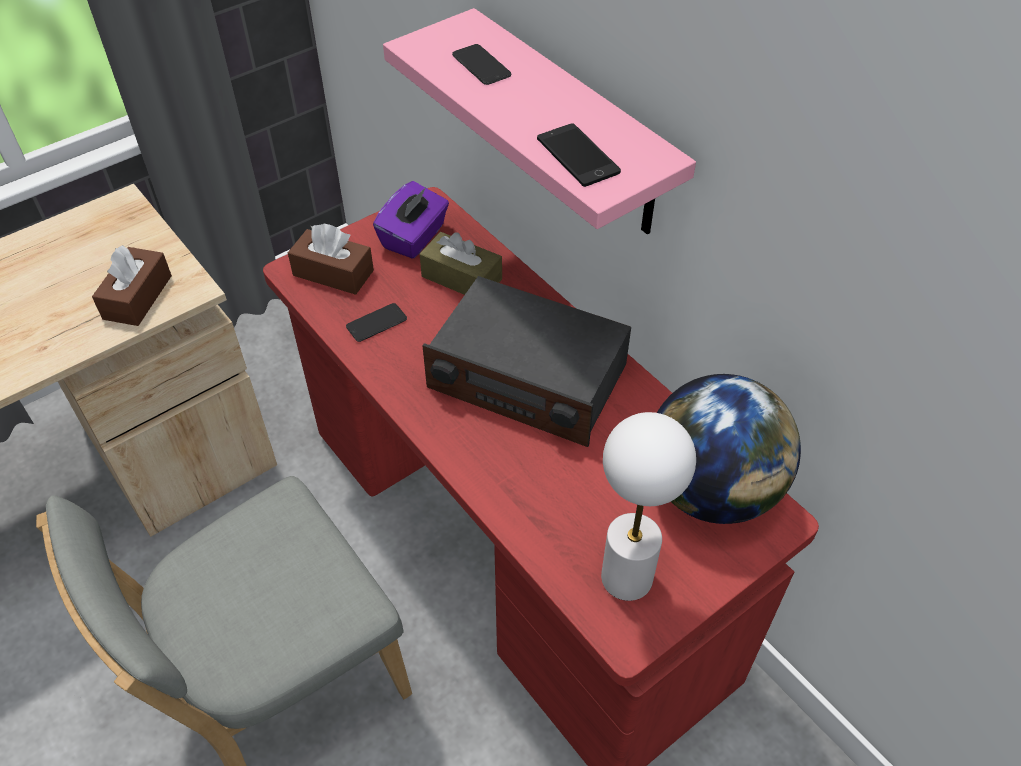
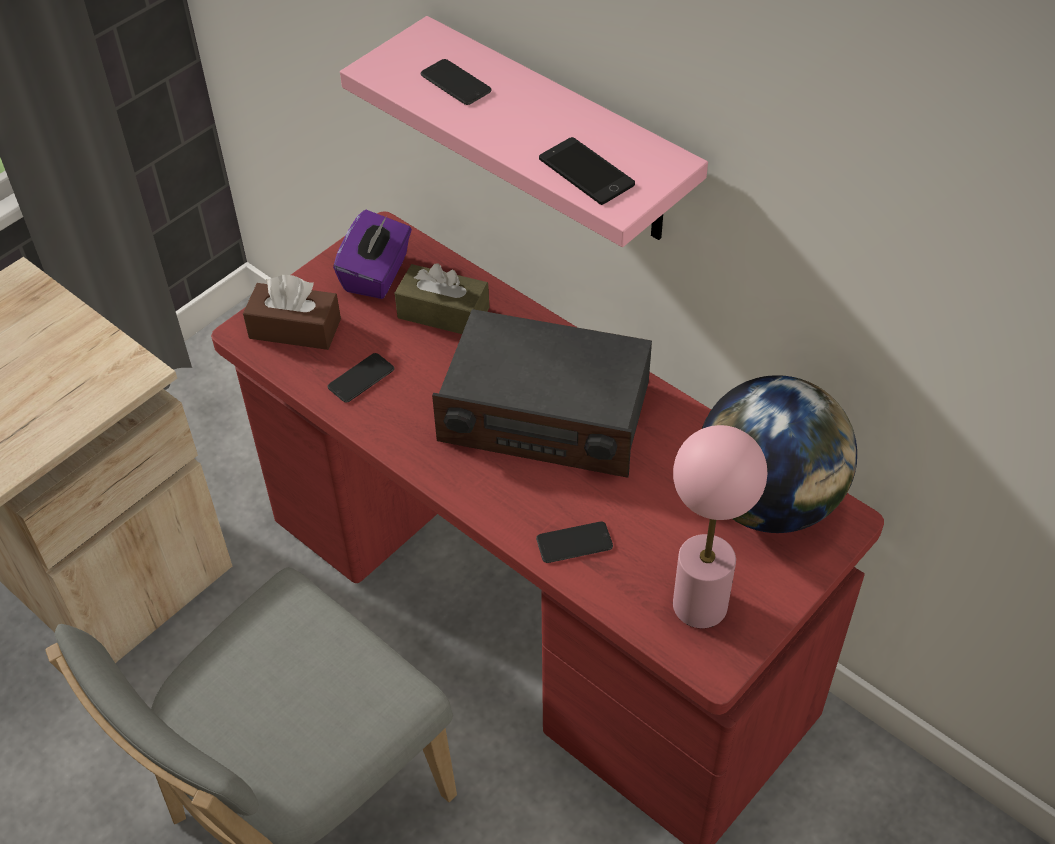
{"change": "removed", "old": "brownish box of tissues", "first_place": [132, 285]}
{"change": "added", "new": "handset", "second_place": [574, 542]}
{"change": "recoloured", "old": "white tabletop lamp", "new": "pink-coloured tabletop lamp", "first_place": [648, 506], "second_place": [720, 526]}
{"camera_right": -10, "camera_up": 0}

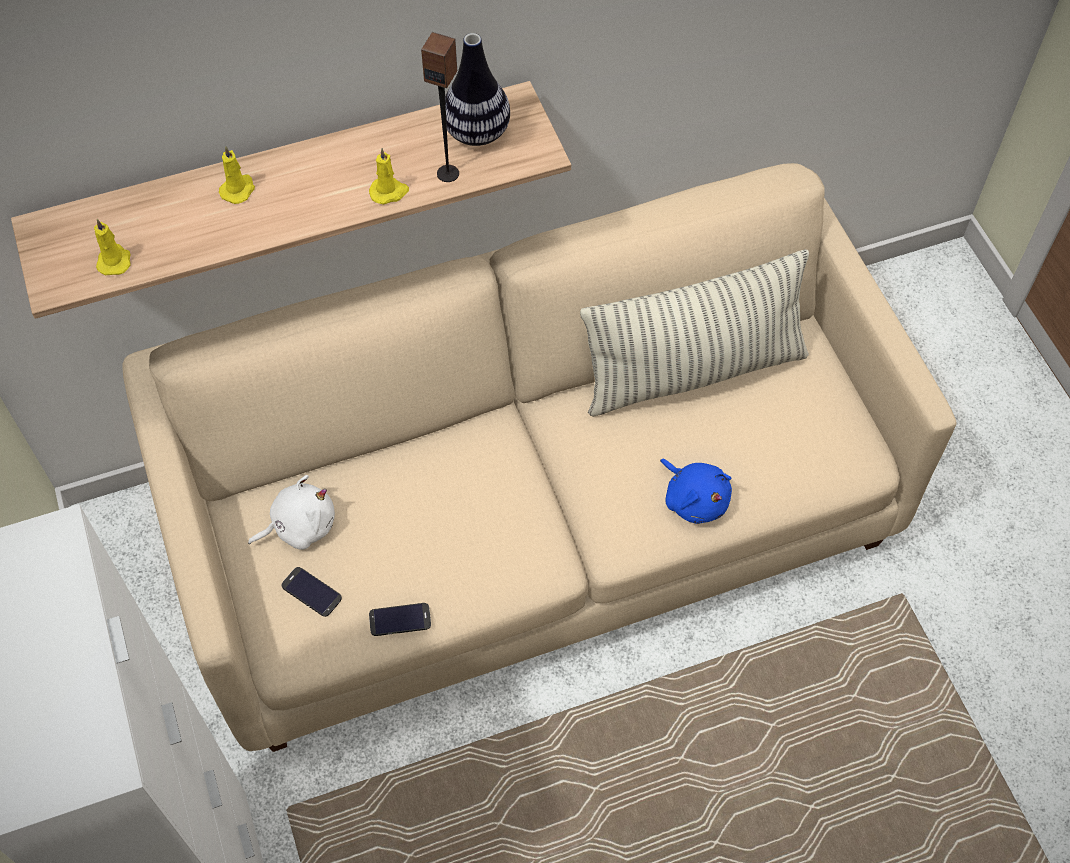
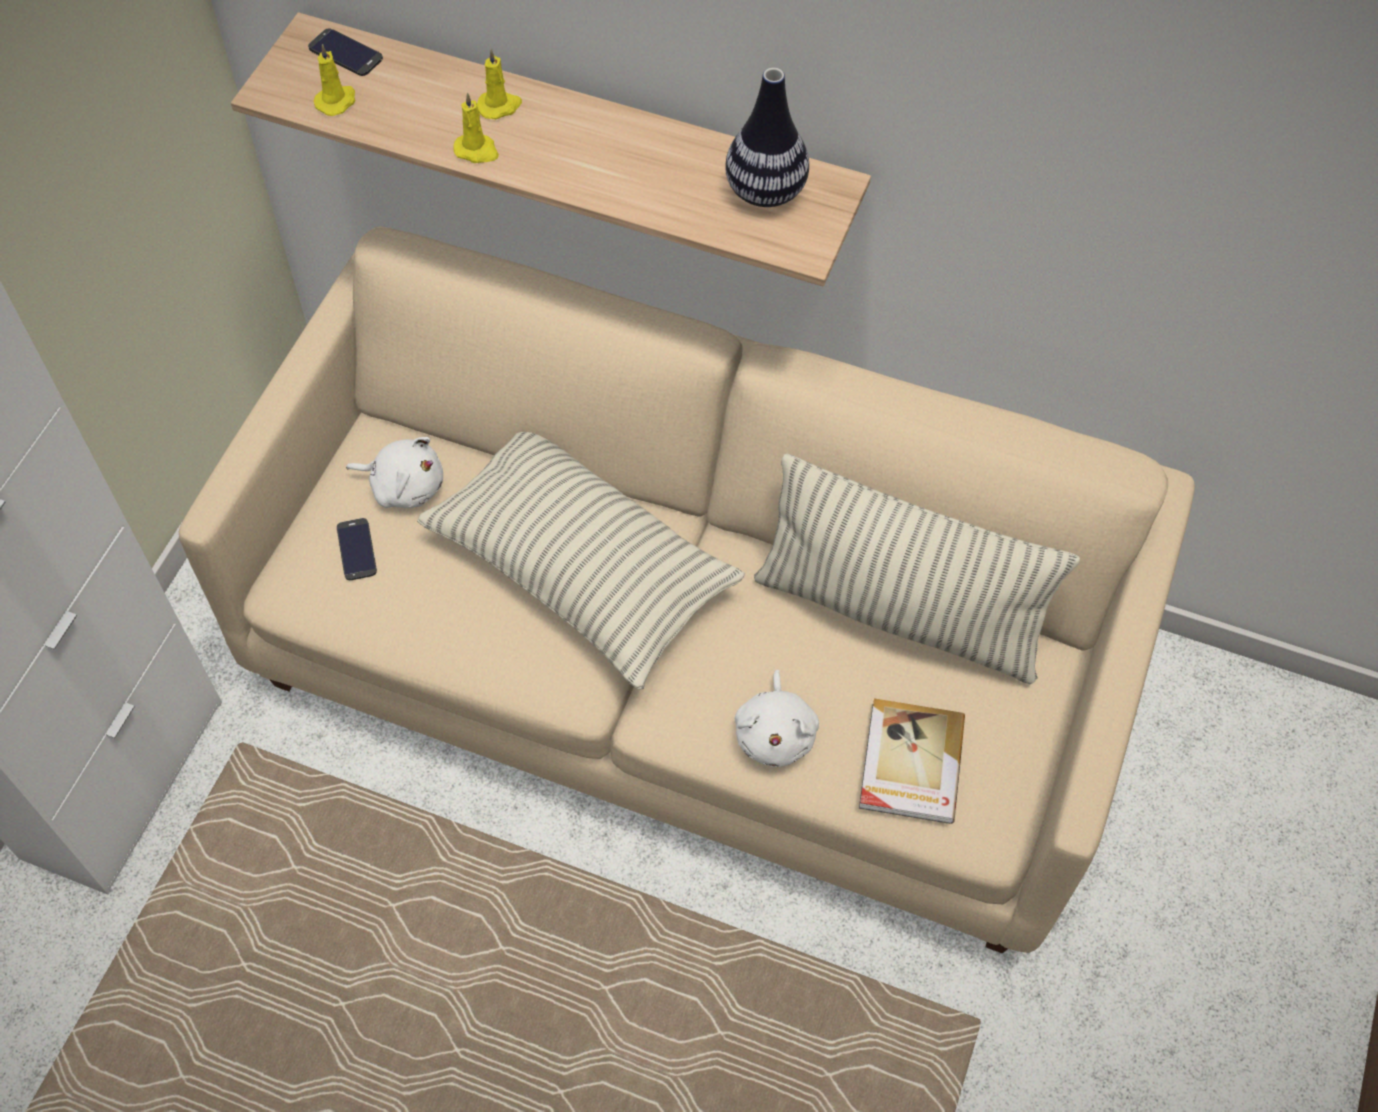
{"change": "removed", "old": "loudspeaker", "first_place": [440, 107]}
{"change": "added", "new": "cushion", "second_place": [581, 561]}
{"change": "added", "new": "volume", "second_place": [912, 761]}
{"change": "moved", "old": "yellowish wax candle", "first_place": [389, 176], "second_place": [476, 128]}
{"change": "moved", "old": "handset", "first_place": [400, 619], "second_place": [345, 52]}
{"change": "recoloured", "old": "bluish plush toy", "new": "white plush toy", "first_place": [696, 491], "second_place": [777, 718]}
{"camera_right": 40, "camera_up": 0}

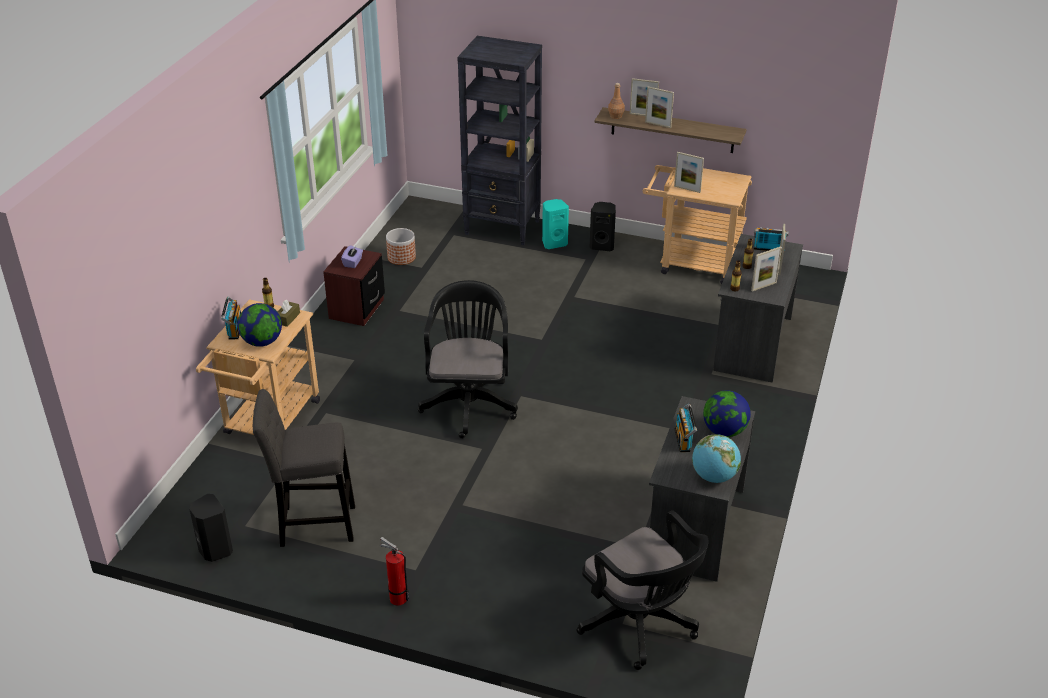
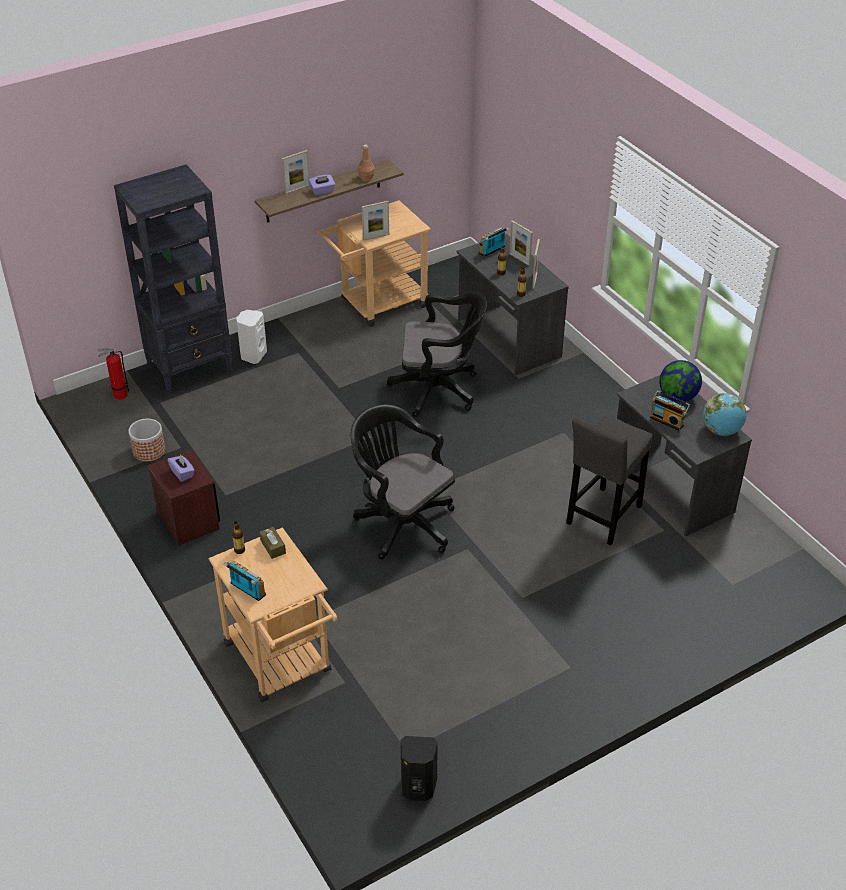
{"change": "removed", "old": "desk globe", "first_place": [259, 325]}
{"change": "removed", "old": "black loudspeaker", "first_place": [603, 226]}
{"change": "moved", "old": "gray sitting stool", "first_place": [304, 468], "second_place": [609, 480]}
{"change": "moved", "old": "extinguisher", "first_place": [394, 571], "second_place": [113, 374]}
{"change": "moved", "old": "black computer chair", "first_place": [643, 590], "second_place": [437, 354]}
{"change": "moved", "old": "brownish bottle", "first_place": [616, 101], "second_place": [366, 163]}
{"change": "replaced", "old": "picture frame", "new": "purple-coloured box of tissues", "first_place": [659, 107], "second_place": [322, 185]}
{"change": "recoloured", "old": "turquoise loudspeaker", "new": "white loudspeaker", "first_place": [555, 224], "second_place": [251, 337]}
{"camera_right": -50, "camera_up": 5}

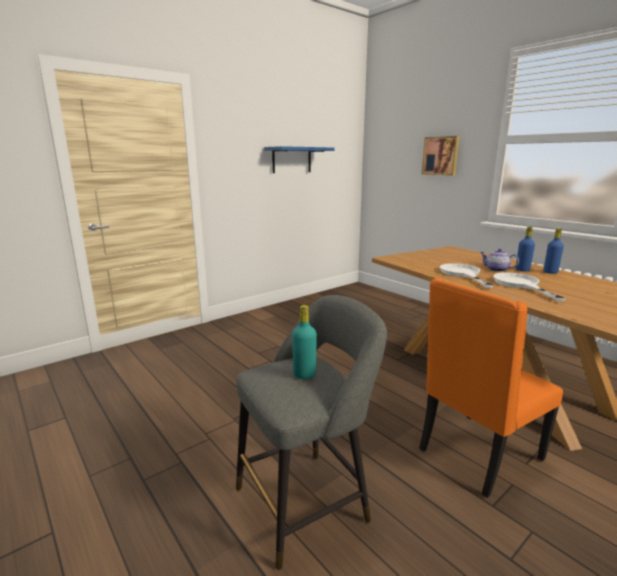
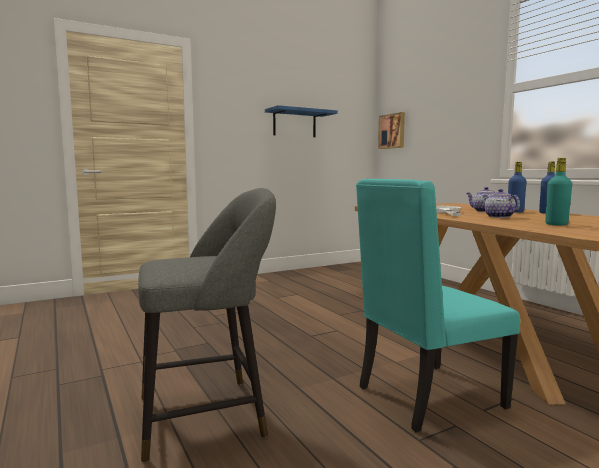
{"change": "moved", "old": "turquoise bottle", "first_place": [304, 342], "second_place": [558, 192]}
{"change": "moved", "old": "wall picture", "first_place": [441, 156], "second_place": [391, 130]}
{"change": "replaced", "old": "white pan", "new": "pot for tea", "first_place": [529, 286], "second_place": [501, 203]}
{"change": "recoloured", "old": "orangey upright chair", "new": "turquoise upright chair", "first_place": [491, 388], "second_place": [438, 305]}
{"camera_right": 10, "camera_up": -10}

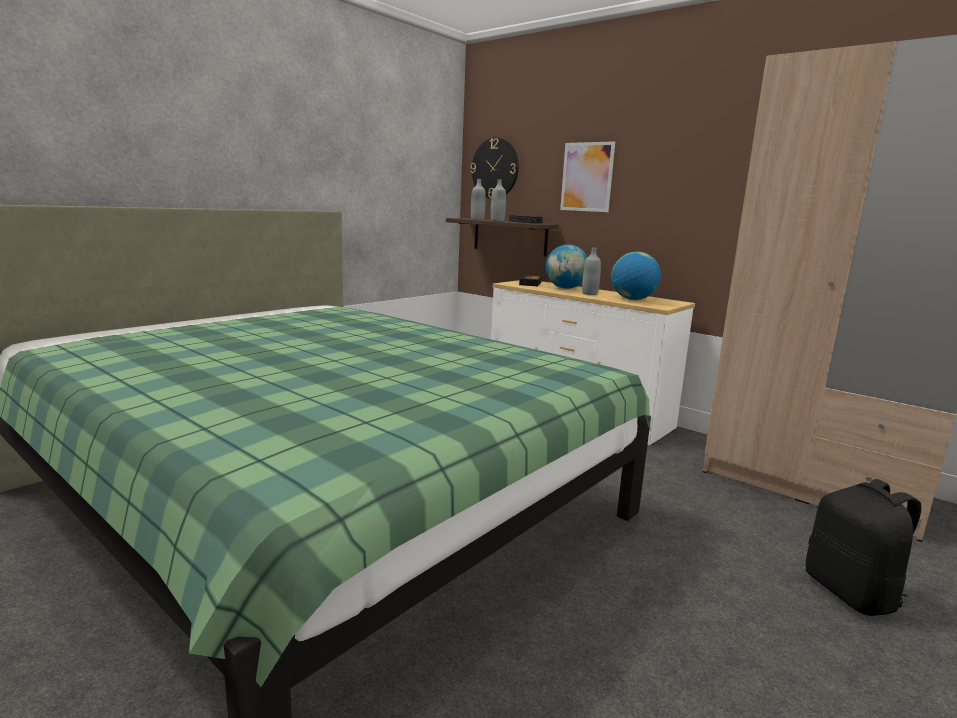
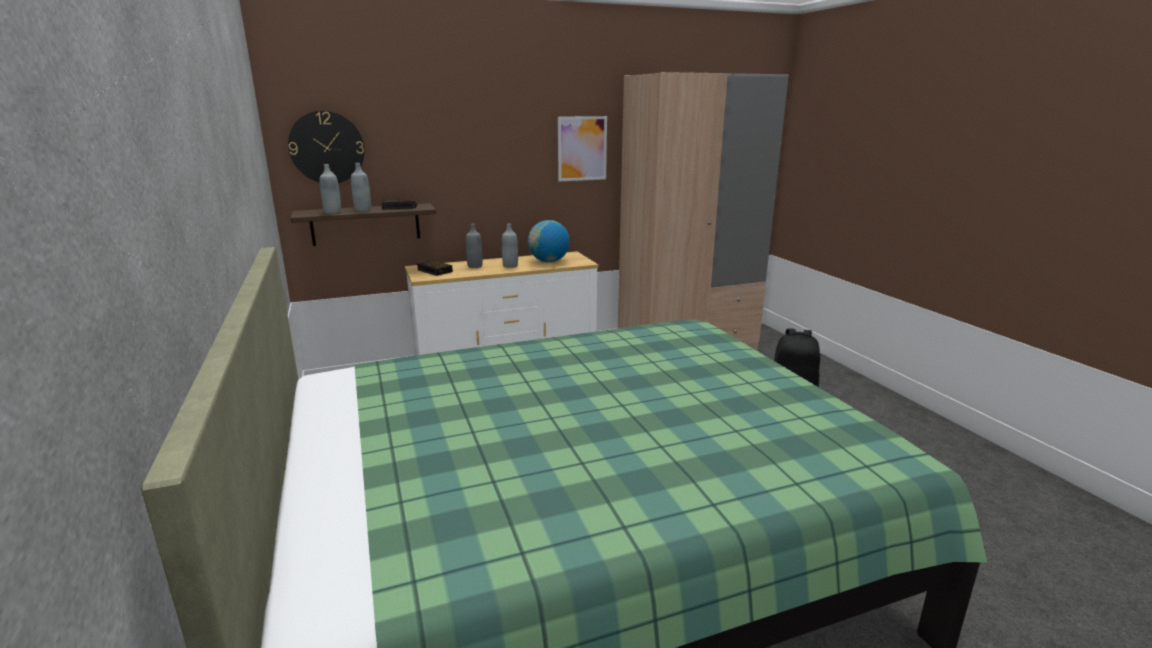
{"change": "moved", "old": "wall picture", "first_place": [587, 176], "second_place": [582, 148]}
{"change": "replaced", "old": "desk globe", "new": "gray bottle", "first_place": [567, 267], "second_place": [474, 246]}
{"camera_right": -60, "camera_up": 5}

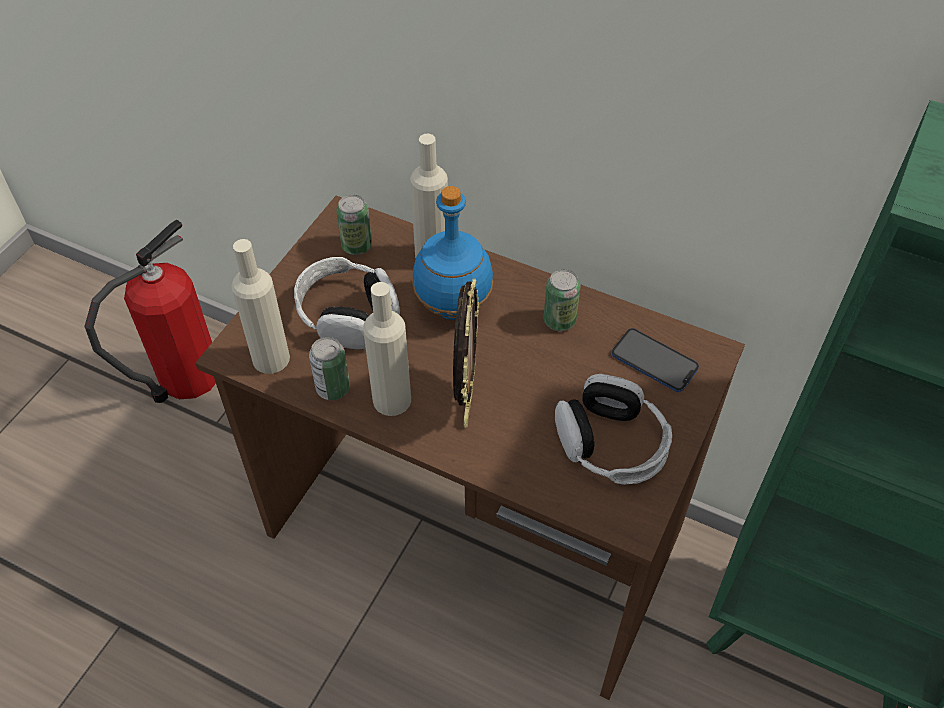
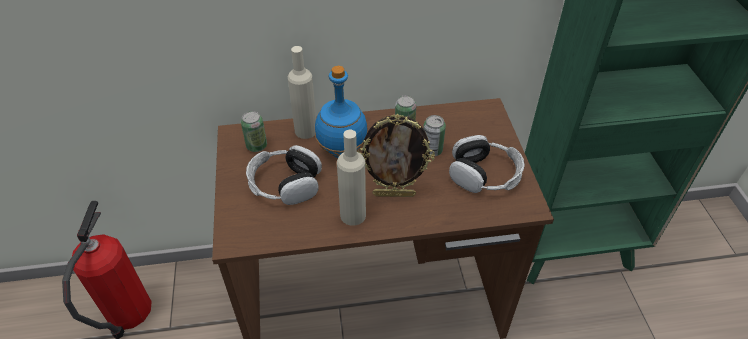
{"change": "removed", "old": "beige-coloured bottle", "first_place": [260, 306]}
{"change": "removed", "old": "handset", "first_place": [655, 360]}
{"change": "moved", "old": "can", "first_place": [329, 368], "second_place": [434, 135]}
{"change": "turned", "old": "picture frame", "first_place": [466, 353], "second_place": [396, 155], "degrees": 120}
{"camera_right": -35, "camera_up": -5}

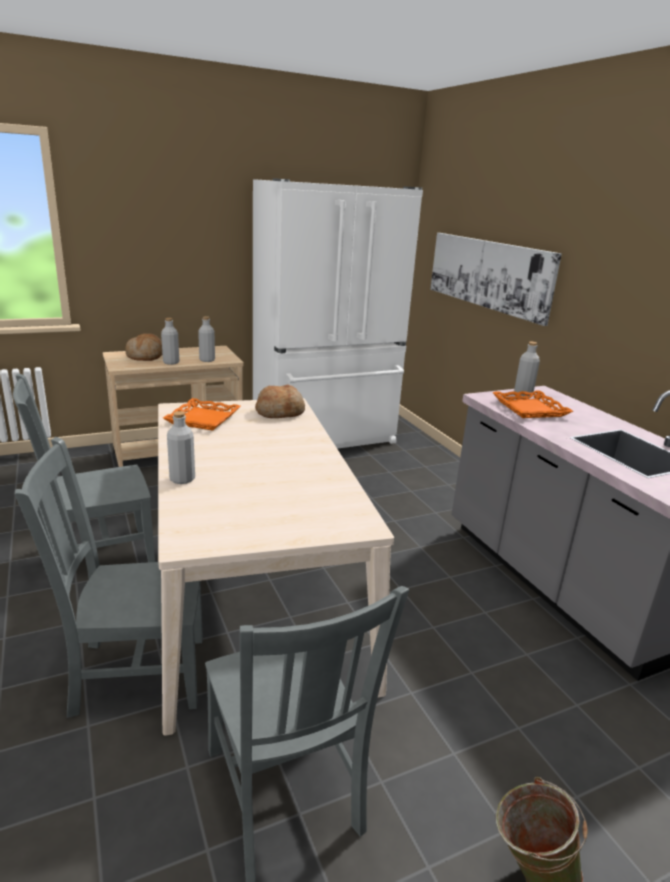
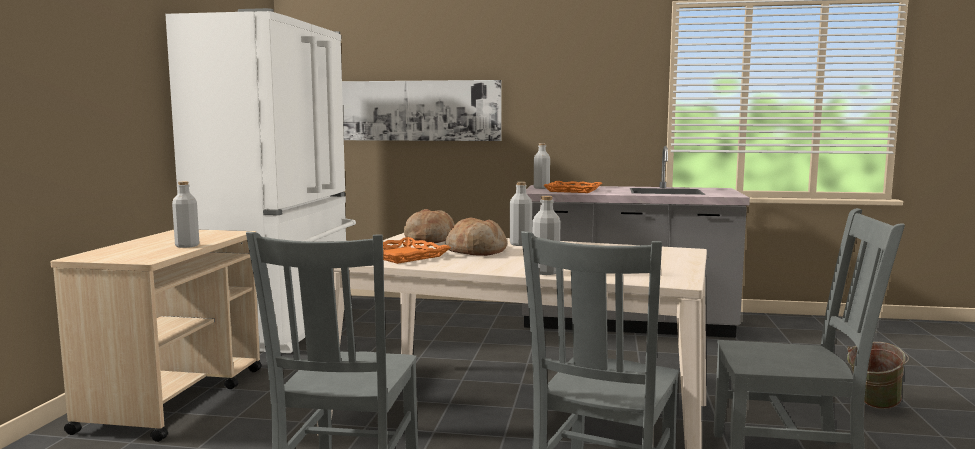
{"change": "moved", "old": "bread", "first_place": [143, 347], "second_place": [476, 236]}
{"change": "moved", "old": "gray bottle", "first_place": [206, 339], "second_place": [521, 214]}
{"camera_right": -55, "camera_up": -15}

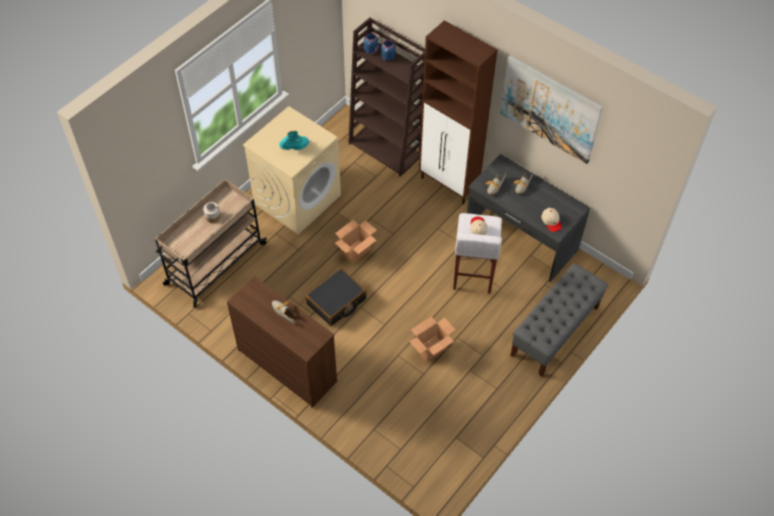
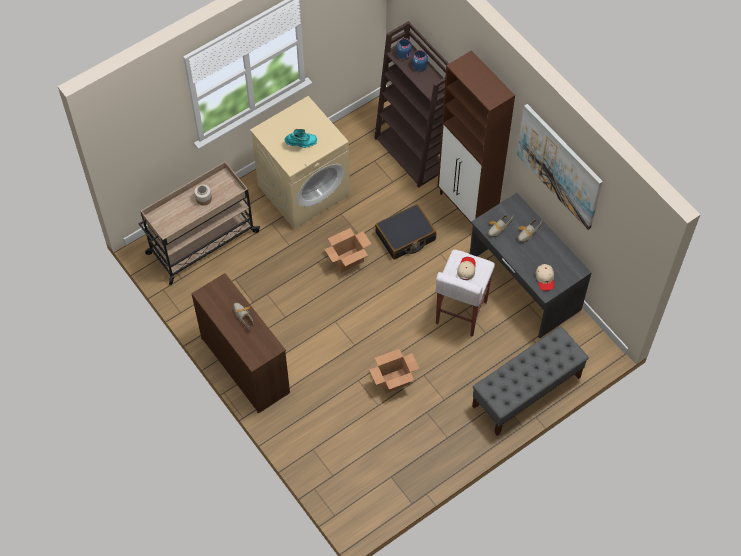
{"change": "moved", "old": "black travel case", "first_place": [336, 297], "second_place": [405, 232]}
{"camera_right": 15, "camera_up": 5}

